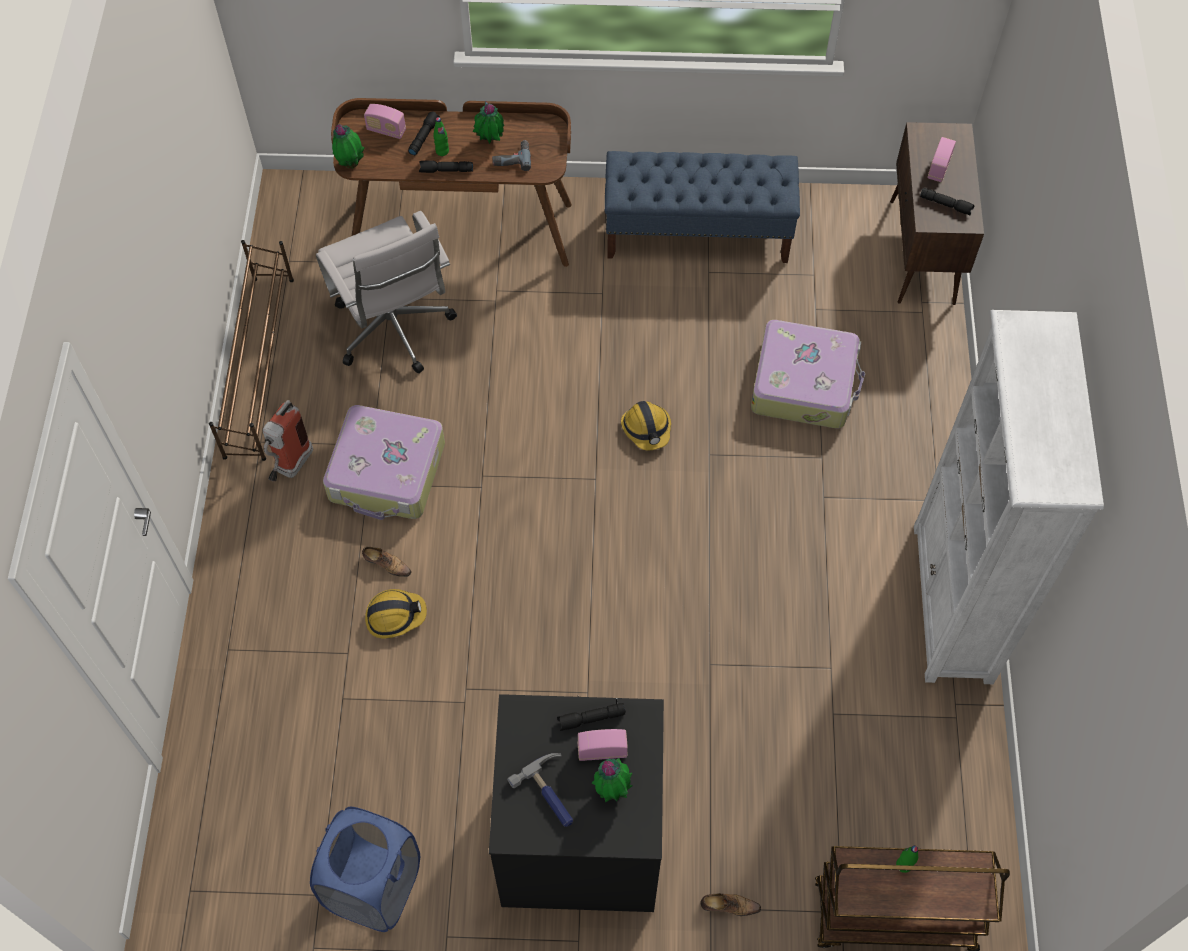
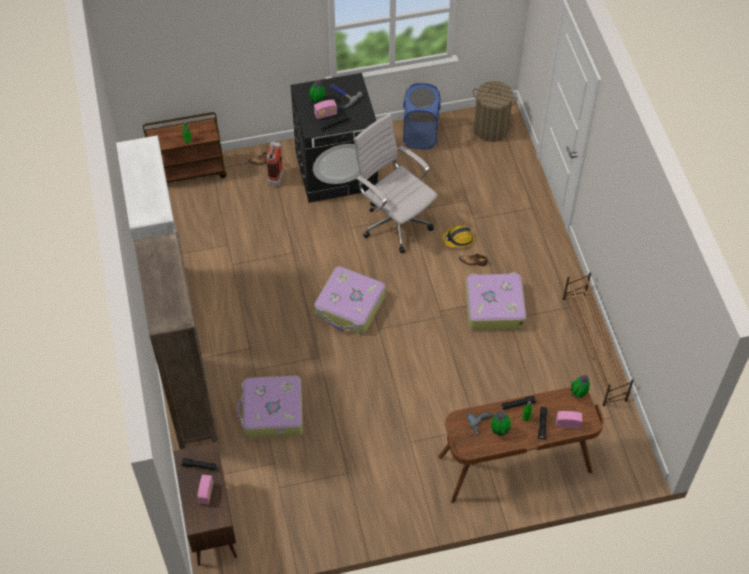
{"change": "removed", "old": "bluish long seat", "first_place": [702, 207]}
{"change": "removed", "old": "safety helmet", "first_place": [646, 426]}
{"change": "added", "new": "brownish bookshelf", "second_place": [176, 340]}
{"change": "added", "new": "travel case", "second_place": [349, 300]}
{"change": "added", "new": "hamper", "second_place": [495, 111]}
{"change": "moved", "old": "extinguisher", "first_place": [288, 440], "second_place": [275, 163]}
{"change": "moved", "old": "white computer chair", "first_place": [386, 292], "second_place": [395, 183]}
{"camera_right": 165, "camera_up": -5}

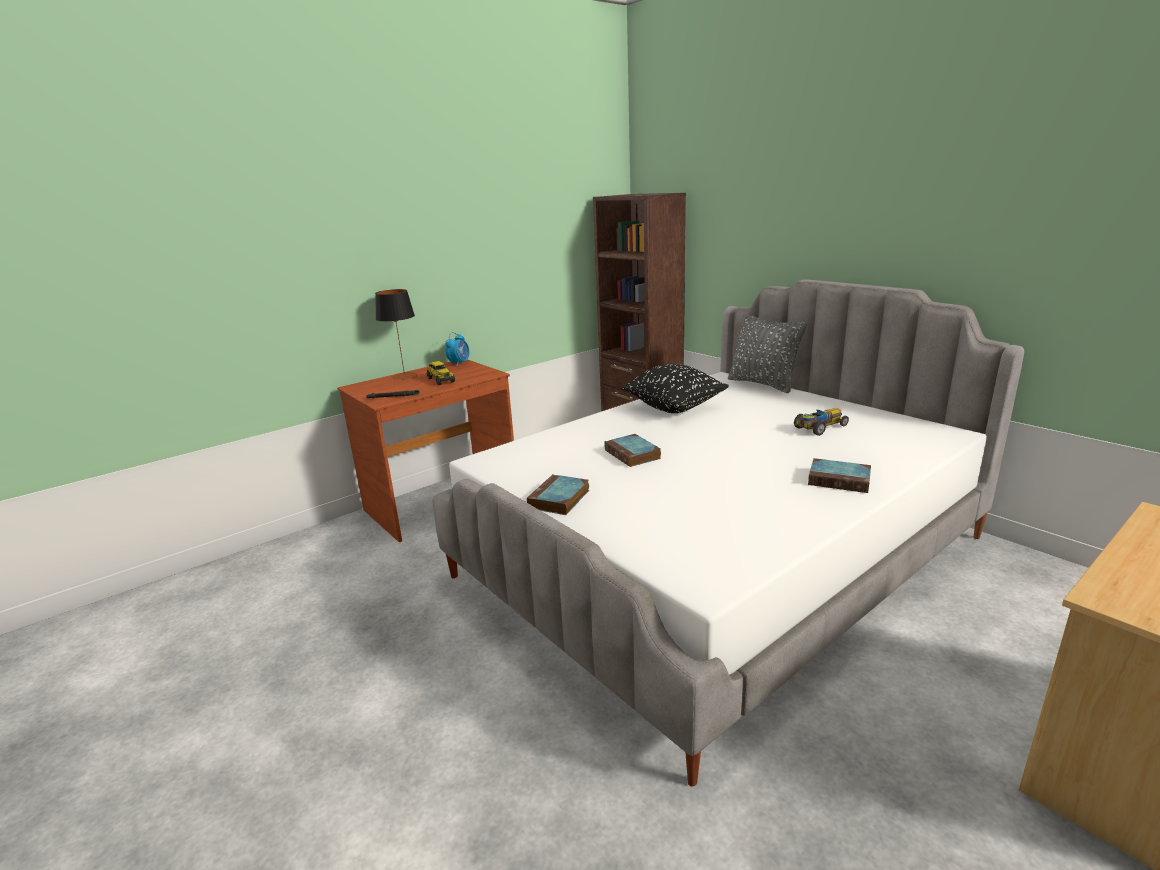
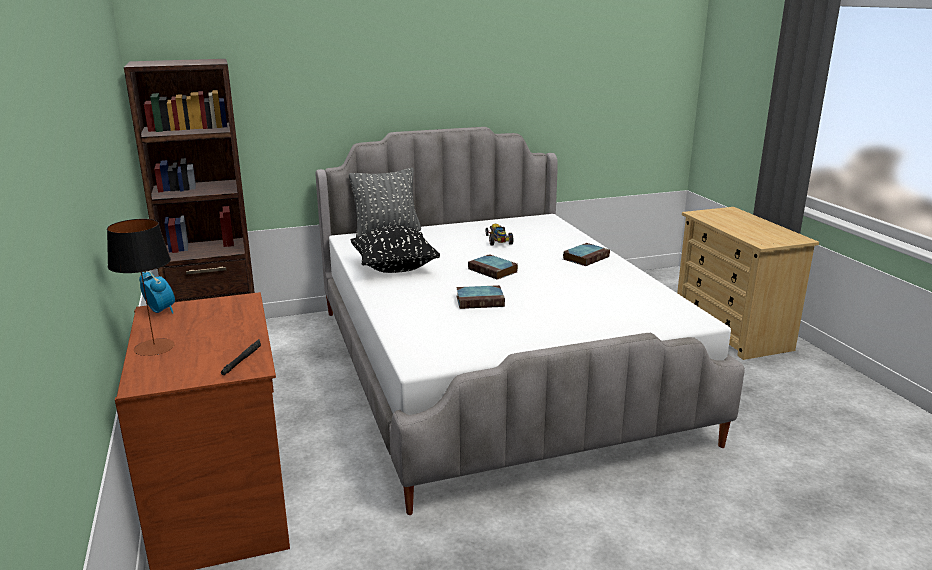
{"change": "removed", "old": "model truck", "first_place": [441, 373]}
{"change": "moved", "old": "volume", "first_place": [558, 494], "second_place": [493, 267]}
{"camera_right": -70, "camera_up": 0}

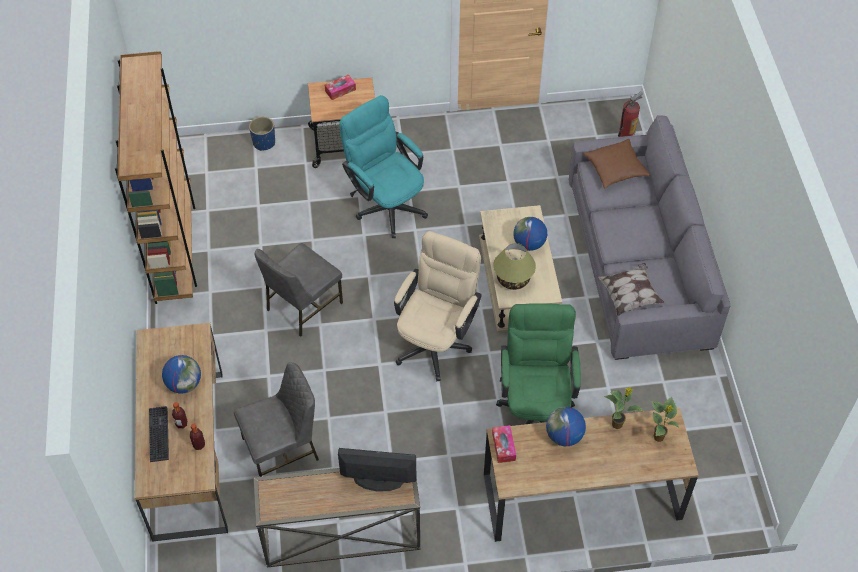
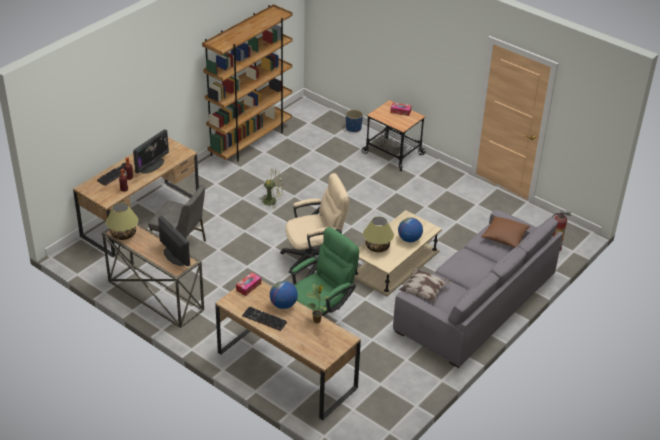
{"change": "removed", "old": "turquoise computer chair", "first_place": [383, 166]}
{"change": "removed", "old": "plant in a pot", "first_place": [665, 419]}
{"change": "added", "new": "tabletop lamp", "second_place": [122, 221]}
{"change": "added", "new": "PC keyboard", "second_place": [264, 318]}
{"change": "replaced", "old": "desk globe", "new": "computer display", "first_place": [181, 374], "second_place": [151, 151]}
{"change": "replaced", "old": "gray upright chair", "new": "green electric fan", "first_place": [299, 290], "second_place": [270, 188]}
{"camera_right": 45, "camera_up": -15}

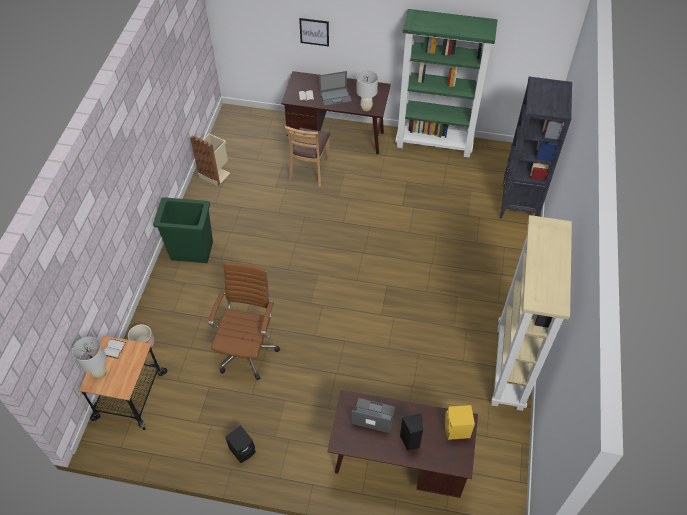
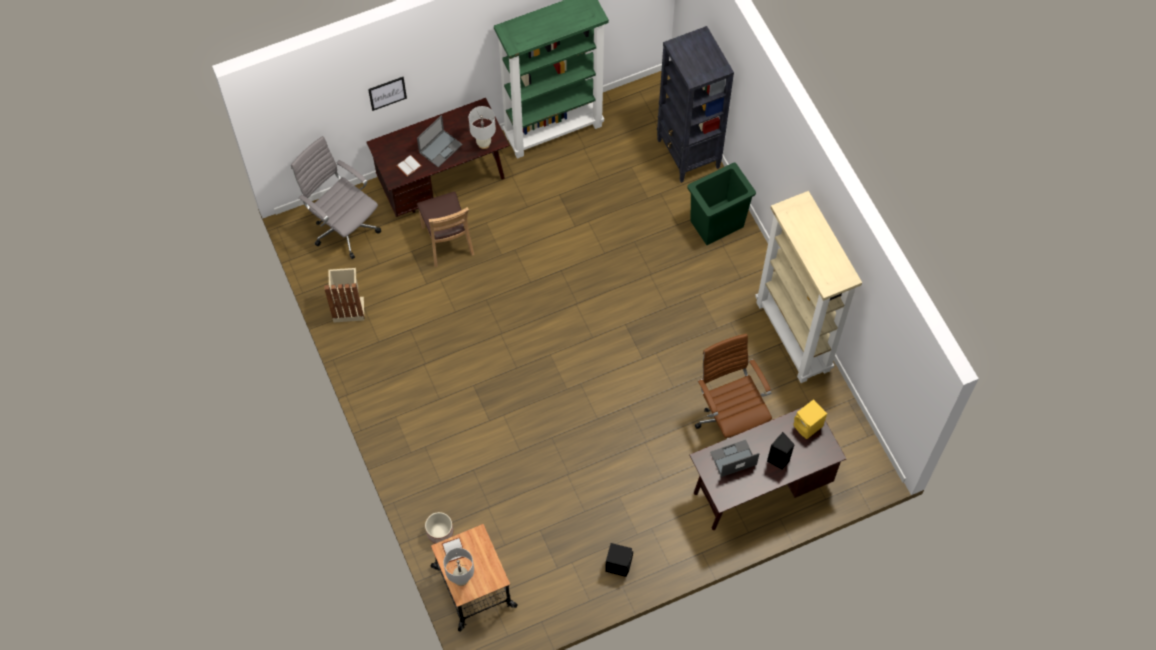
{"change": "added", "new": "gray computer chair", "second_place": [336, 197]}
{"change": "moved", "old": "green waste bin", "first_place": [183, 230], "second_place": [721, 204]}
{"change": "moved", "old": "brownish computer chair", "first_place": [244, 321], "second_place": [733, 386]}
{"camera_right": -35, "camera_up": 10}

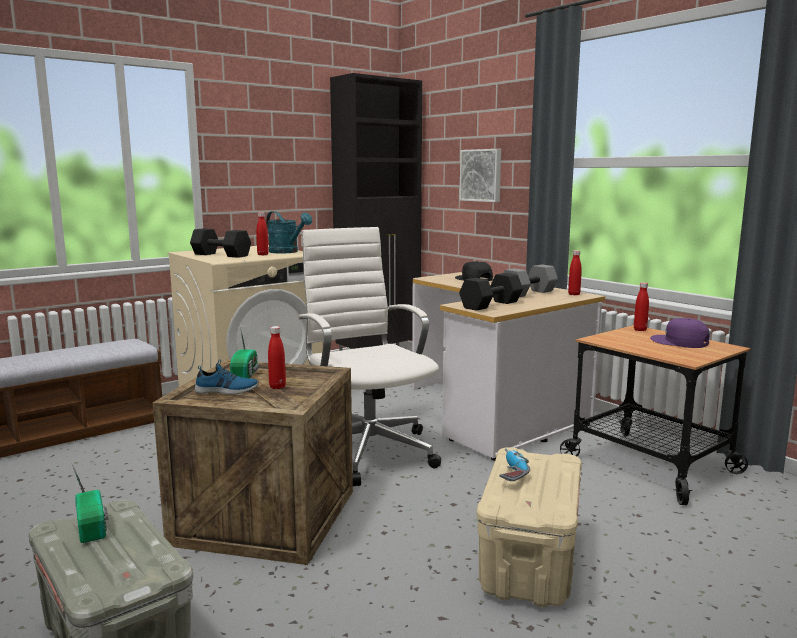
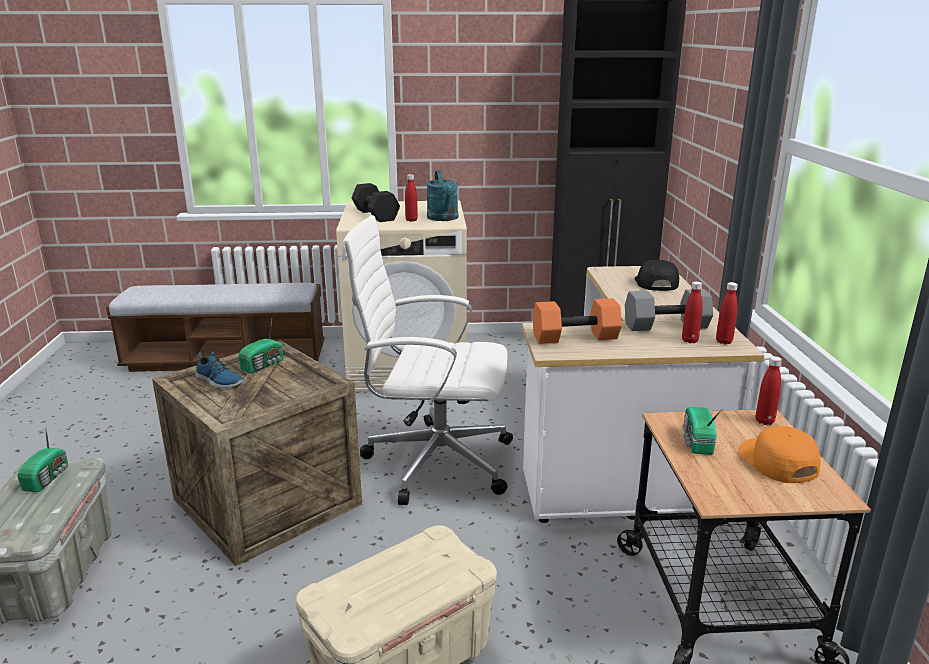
{"change": "removed", "old": "wall picture", "first_place": [480, 175]}
{"change": "removed", "old": "electric drill", "first_place": [514, 464]}
{"change": "added", "new": "radio receiver", "second_place": [703, 431]}
{"change": "moved", "old": "red-coloured bottle", "first_place": [277, 357], "second_place": [692, 312]}
{"change": "recoloured", "old": "black free weight", "new": "orangey free weight", "first_place": [491, 292], "second_place": [577, 321]}
{"change": "recoloured", "old": "purple-coloured cap", "new": "orangey cap", "first_place": [680, 333], "second_place": [780, 454]}
{"change": "turned", "old": "white computer chair", "first_place": [370, 356], "second_place": [427, 360], "degrees": -90}
{"camera_right": 35, "camera_up": 10}

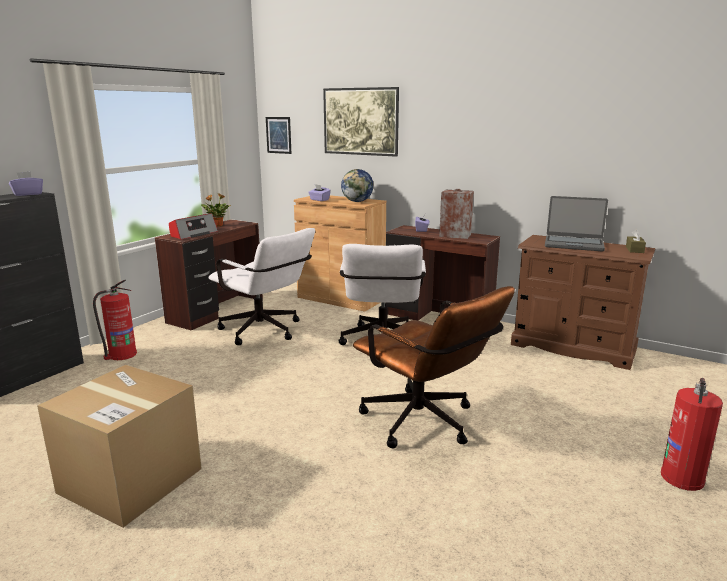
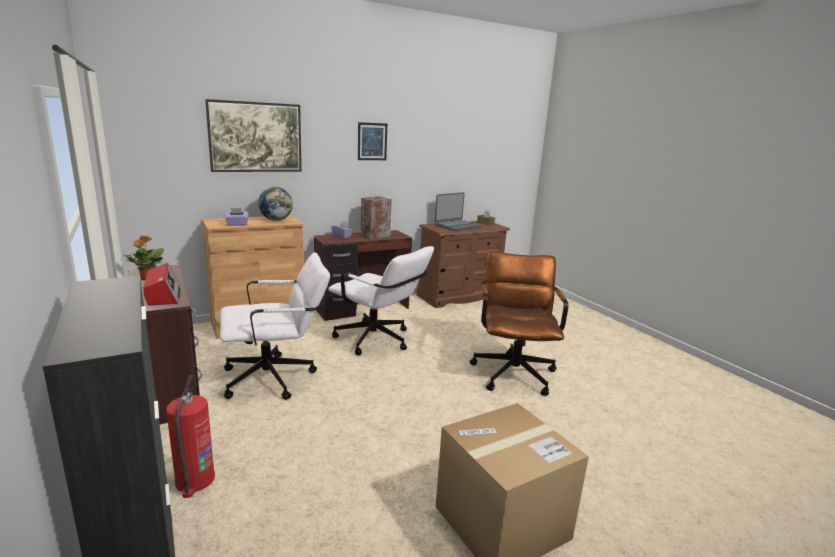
{"change": "removed", "old": "purple-coloured box of tissues", "first_place": [26, 183]}
{"change": "removed", "old": "extinguisher", "first_place": [692, 434]}
{"change": "moved", "old": "wall picture", "first_place": [278, 135], "second_place": [372, 141]}
{"change": "turned", "old": "brownish computer chair", "first_place": [434, 367], "second_place": [518, 324], "degrees": -75}
{"camera_right": -60, "camera_up": 0}

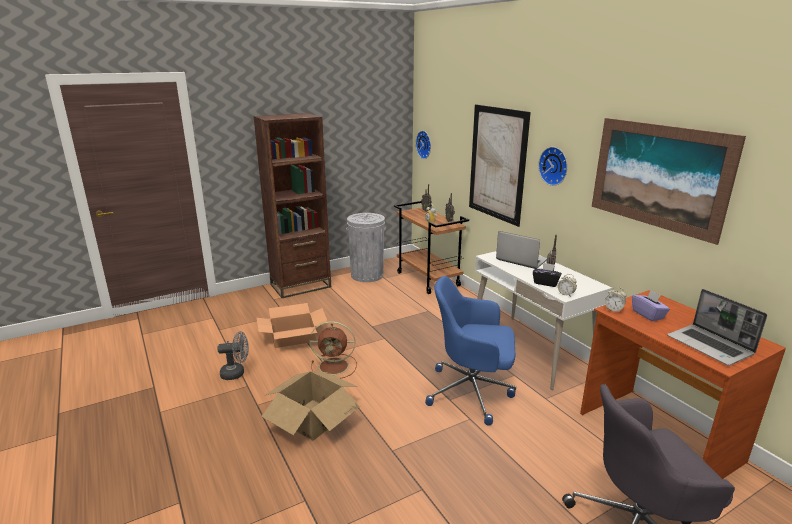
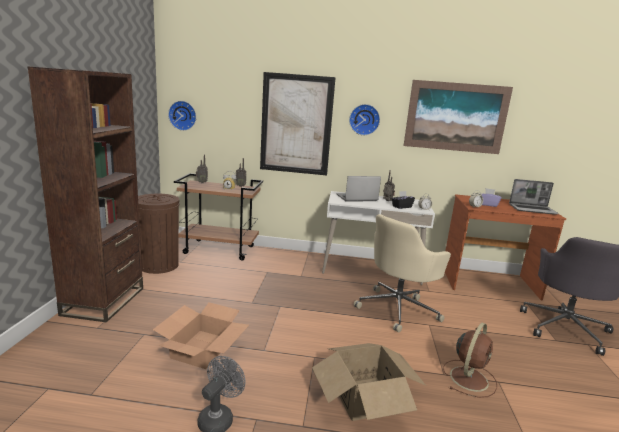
{"change": "moved", "old": "brownish electric fan", "first_place": [333, 349], "second_place": [470, 360]}
{"change": "recoloured", "old": "gray waste bin", "new": "brownish waste bin", "first_place": [366, 247], "second_place": [158, 234]}
{"change": "recoloured", "old": "bluish computer chair", "new": "beige-coloured computer chair", "first_place": [470, 350], "second_place": [402, 273]}
{"camera_right": -55, "camera_up": -5}

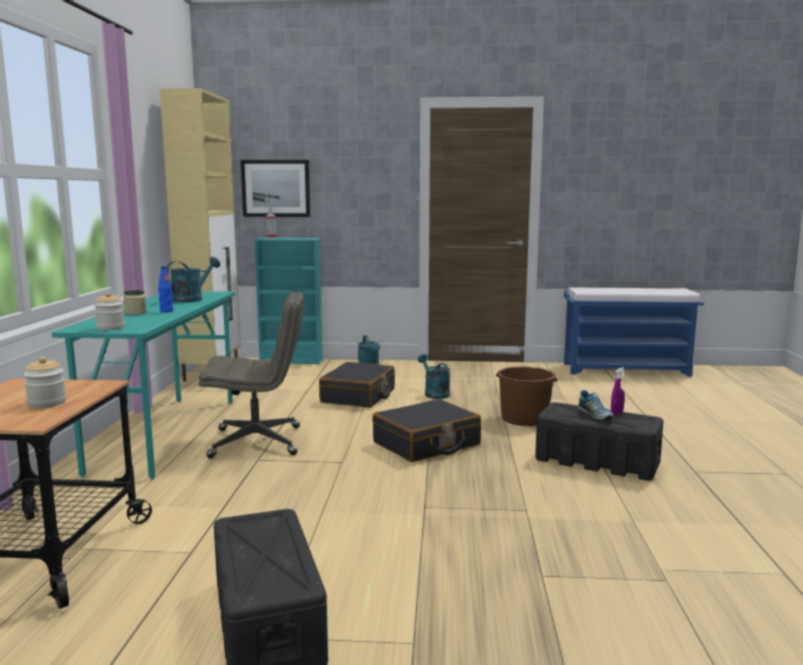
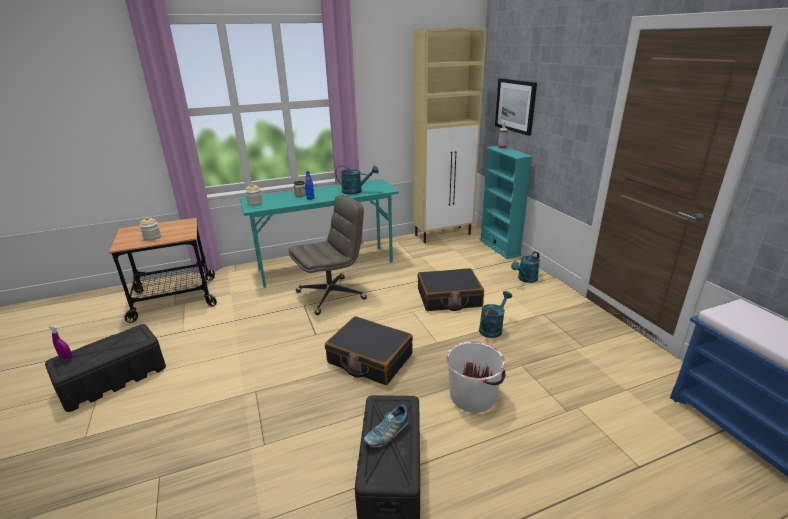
{"change": "moved", "old": "purple-coloured hand sprayer", "first_place": [618, 391], "second_place": [60, 342]}
{"change": "recoloured", "old": "brownish pail", "new": "white pail", "first_place": [527, 396], "second_place": [475, 377]}
{"change": "turned", "old": "gray computer chair", "first_place": [251, 375], "second_place": [327, 255], "degrees": -90}
{"camera_right": 65, "camera_up": 15}

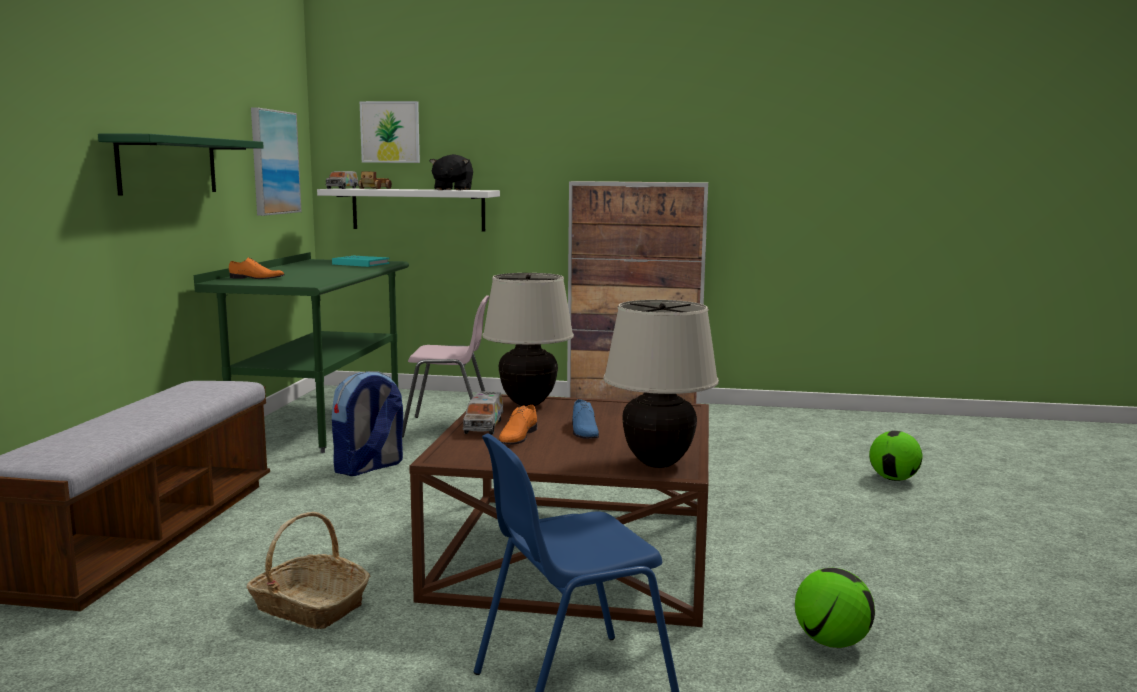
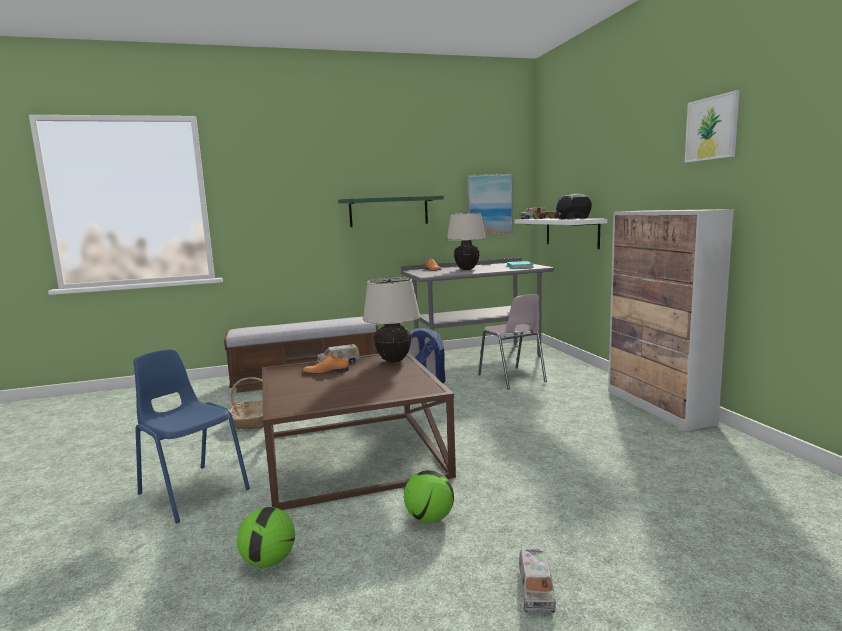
{"change": "removed", "old": "bluish shoe", "first_place": [585, 419]}
{"change": "added", "new": "model truck", "second_place": [537, 580]}
{"change": "moved", "old": "wall picture", "first_place": [390, 132], "second_place": [712, 126]}
{"change": "moved", "old": "beige-coloured tabletop lamp", "first_place": [661, 384], "second_place": [466, 241]}
{"change": "moved", "old": "football", "first_place": [895, 456], "second_place": [429, 496]}
{"change": "recoloured", "old": "green desk table", "new": "gray desk table", "first_place": [301, 352], "second_place": [477, 307]}
{"camera_right": 65, "camera_up": 0}

